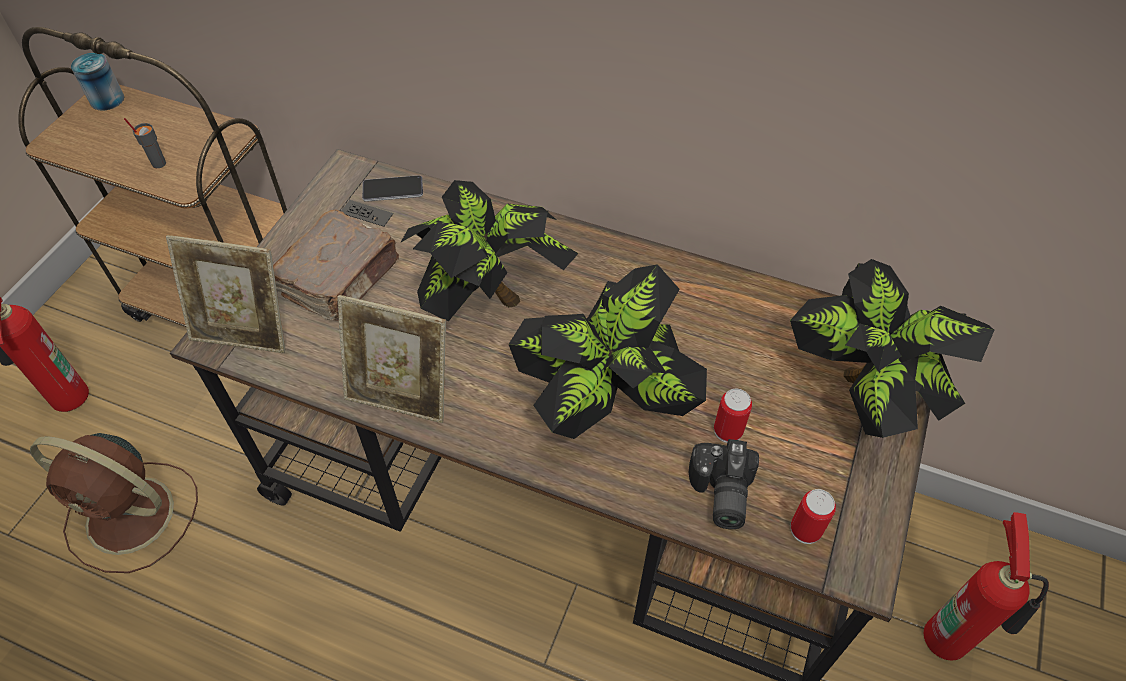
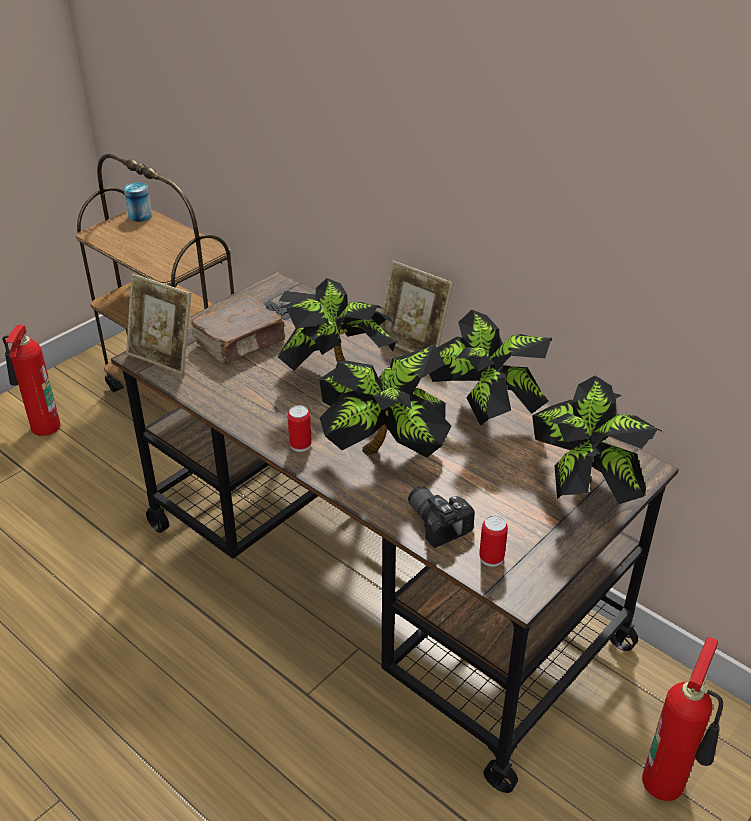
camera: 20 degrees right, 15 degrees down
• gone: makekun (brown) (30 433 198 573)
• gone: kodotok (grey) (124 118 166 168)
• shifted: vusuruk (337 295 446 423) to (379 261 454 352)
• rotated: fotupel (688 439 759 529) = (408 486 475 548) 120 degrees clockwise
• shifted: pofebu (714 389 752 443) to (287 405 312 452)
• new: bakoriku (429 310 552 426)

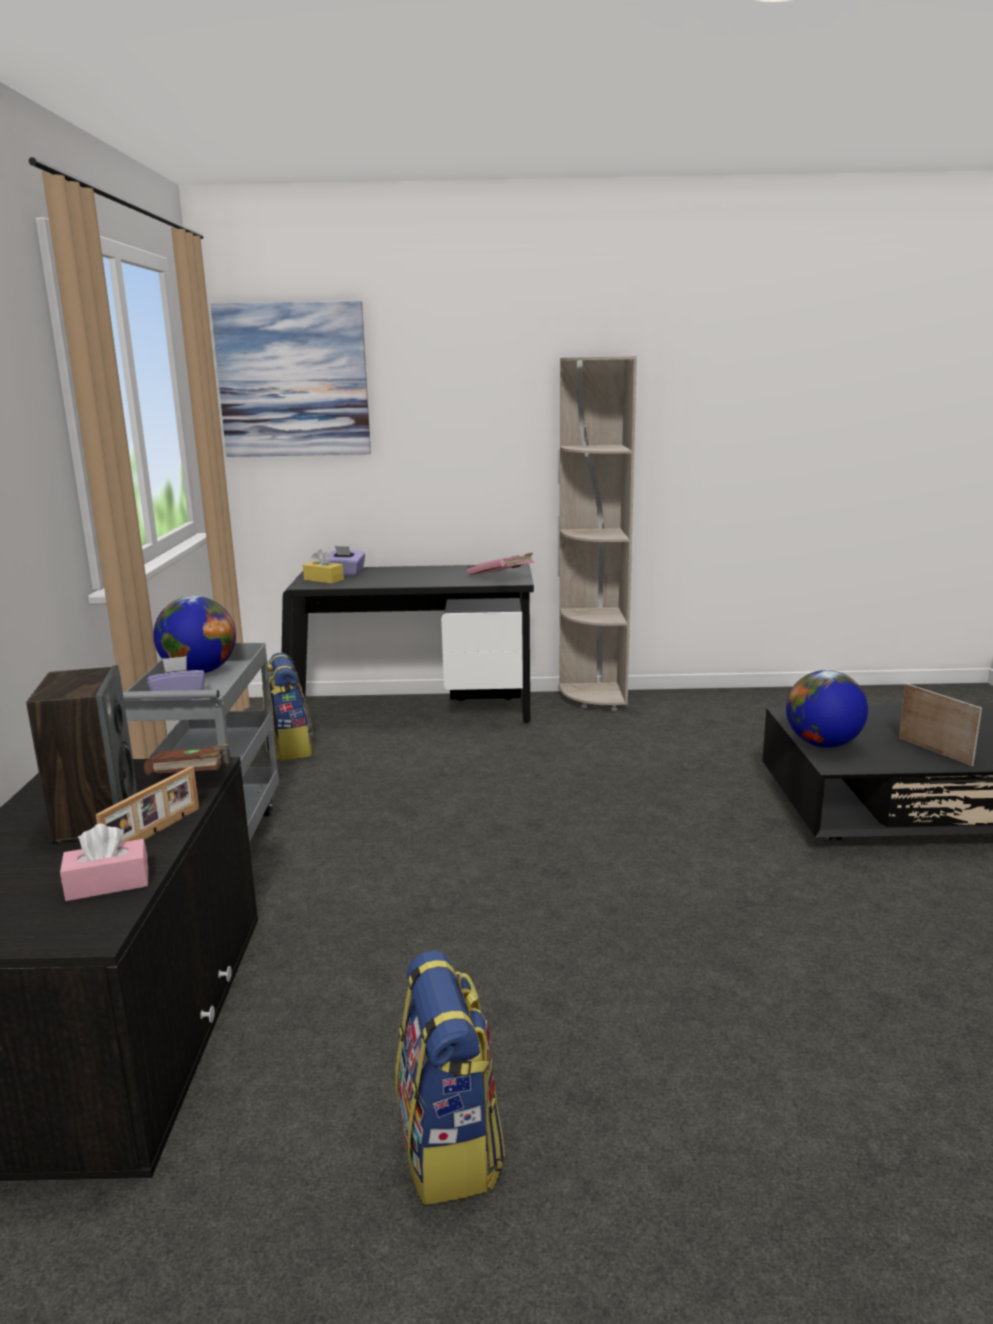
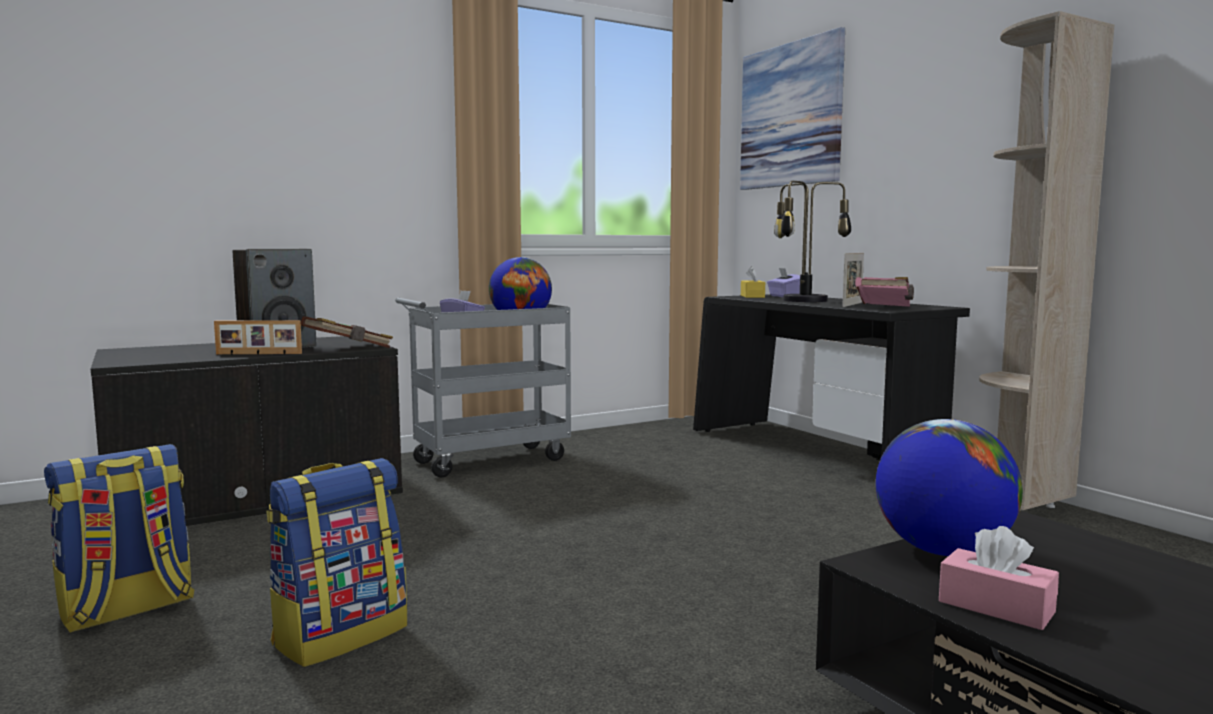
camera: 60 degrees right, 10 degrees down
• shifted: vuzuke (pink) (60 823 148 901) to (939 526 1059 630)
• shifted: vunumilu (262 653 313 761) to (266 458 407 667)
• shifted: vusuruk (899 683 982 766) to (842 253 864 307)
• new: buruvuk (774 181 851 302)

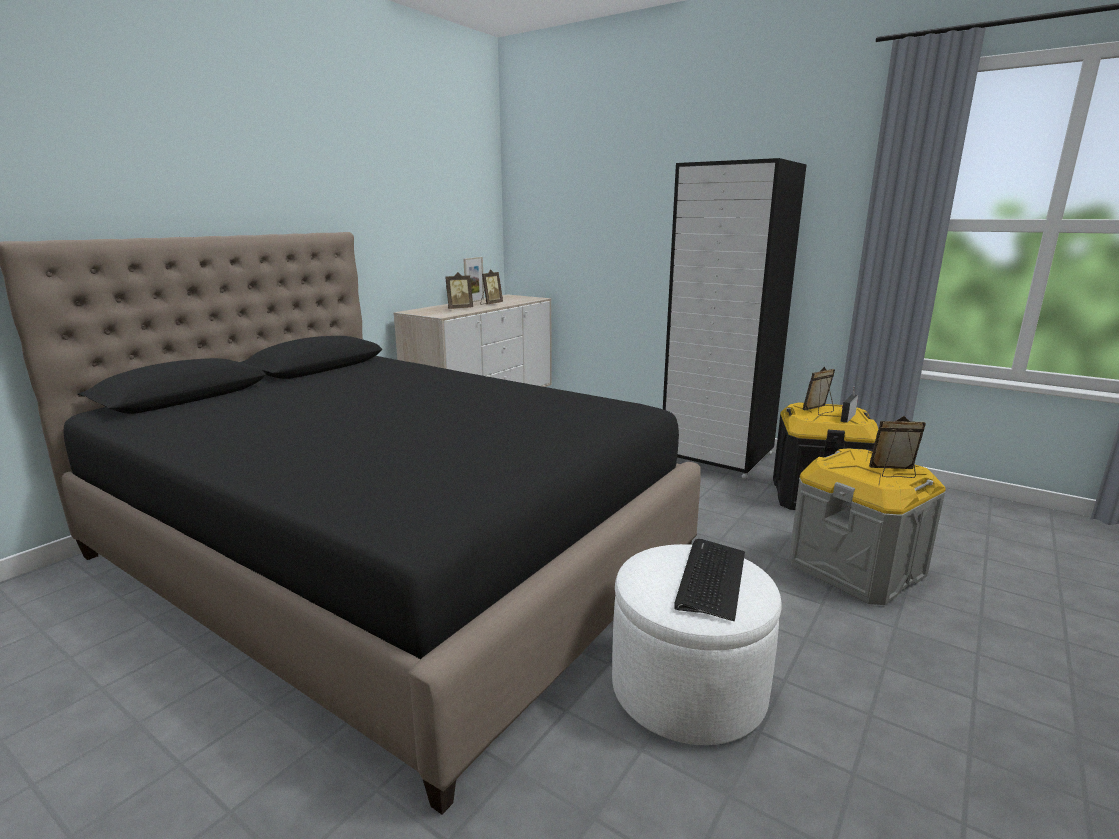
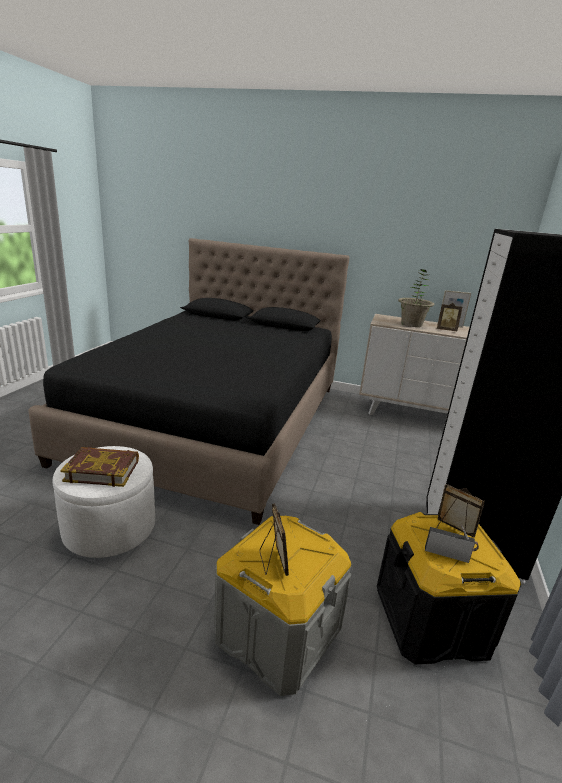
camera: 70 degrees right, 5 degrees up
• swapped: vusuruk (445 272 473 309) to bakoriku (398 269 435 327)
• swapped: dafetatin (674 539 745 621) to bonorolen (60 447 139 487)

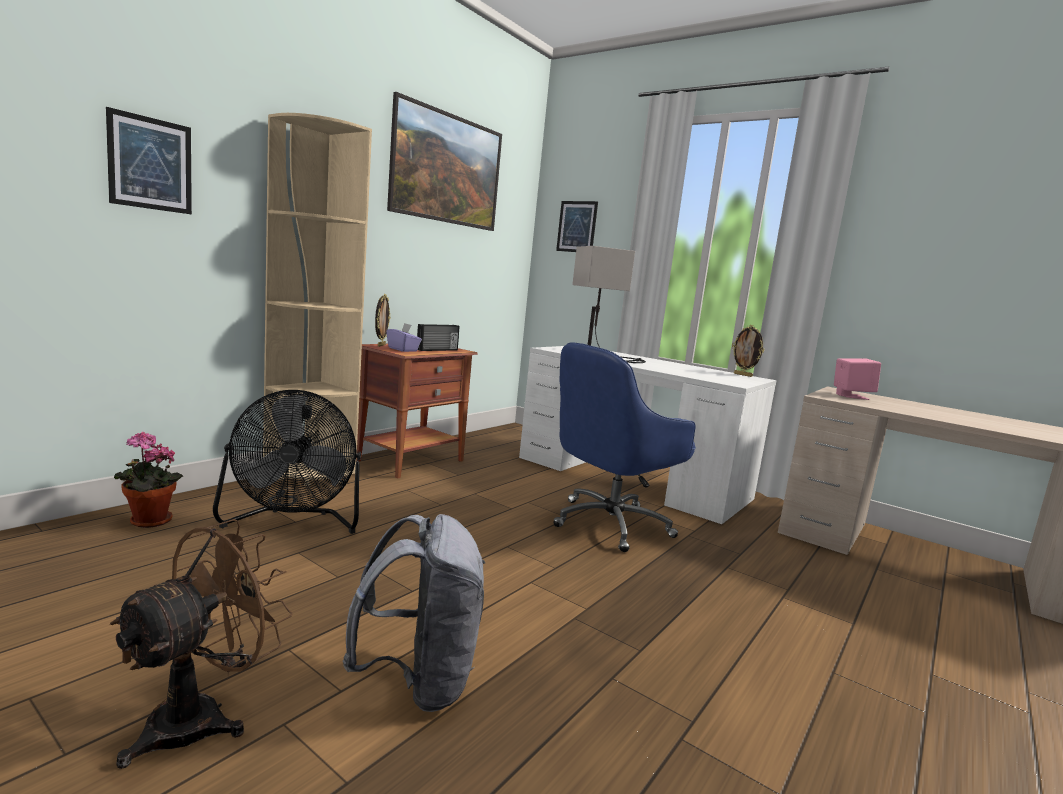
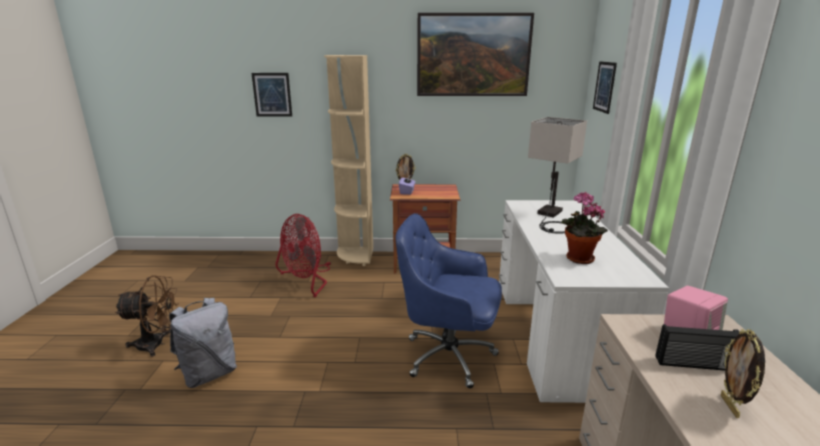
camera: 55 degrees right, 10 degrees up
• shifted: bakoriku (114 432 184 528) to (562 192 608 264)
• repainted: makekun (black) (213 390 361 534) to makekun (red) (275 214 331 298)
• shifted: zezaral (417 324 460 351) to (655 324 740 371)
• shifted: vusuruk (732 325 764 377) to (721 329 765 418)

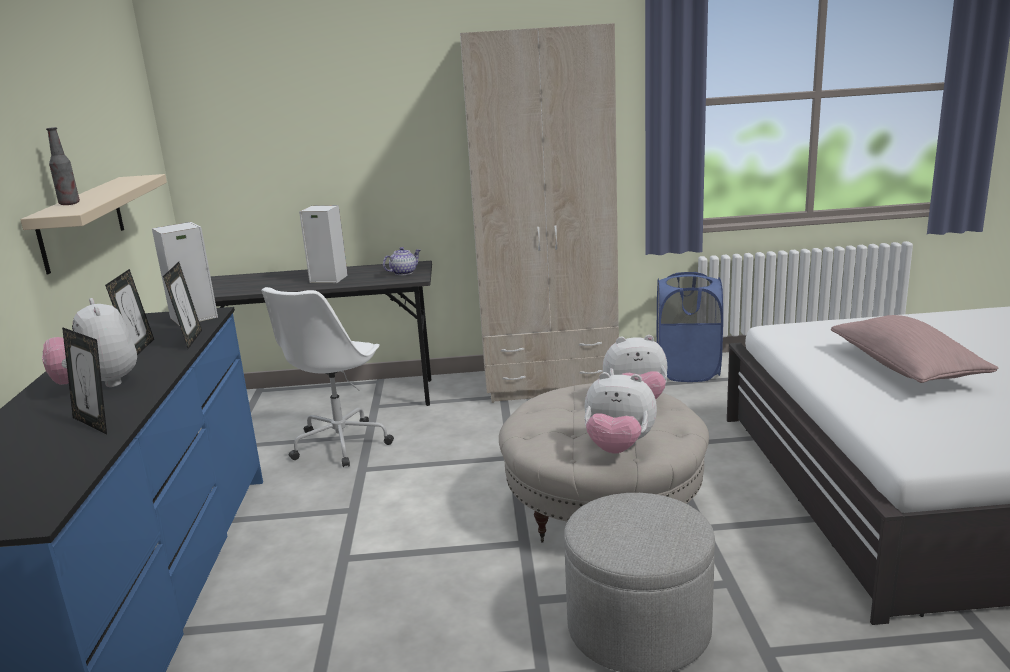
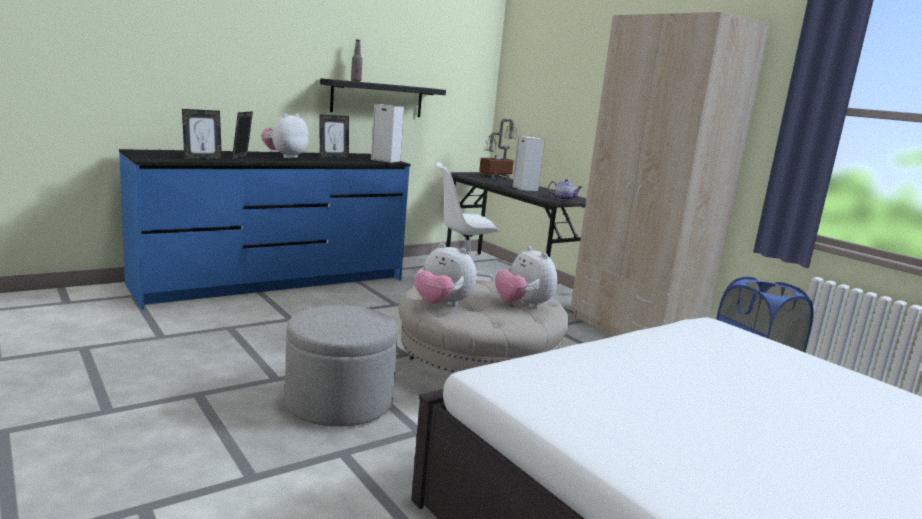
camera: 55 degrees right, 5 degrees down
• repainted: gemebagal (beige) (20 174 167 274) to gemebagal (black) (320 78 446 117)
• shifted: vusuruk (163 262 202 349) to (182 109 222 160)
• rotated: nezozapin (584 372 657 454) = (414 243 477 306) 45 degrees counterclockwise
• gone: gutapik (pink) (831 315 998 383)
• new: buruvuk (471 119 516 182)

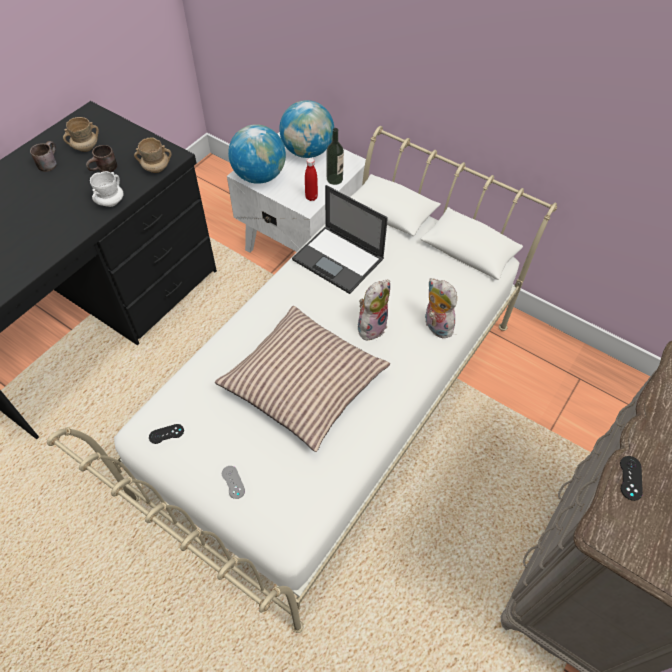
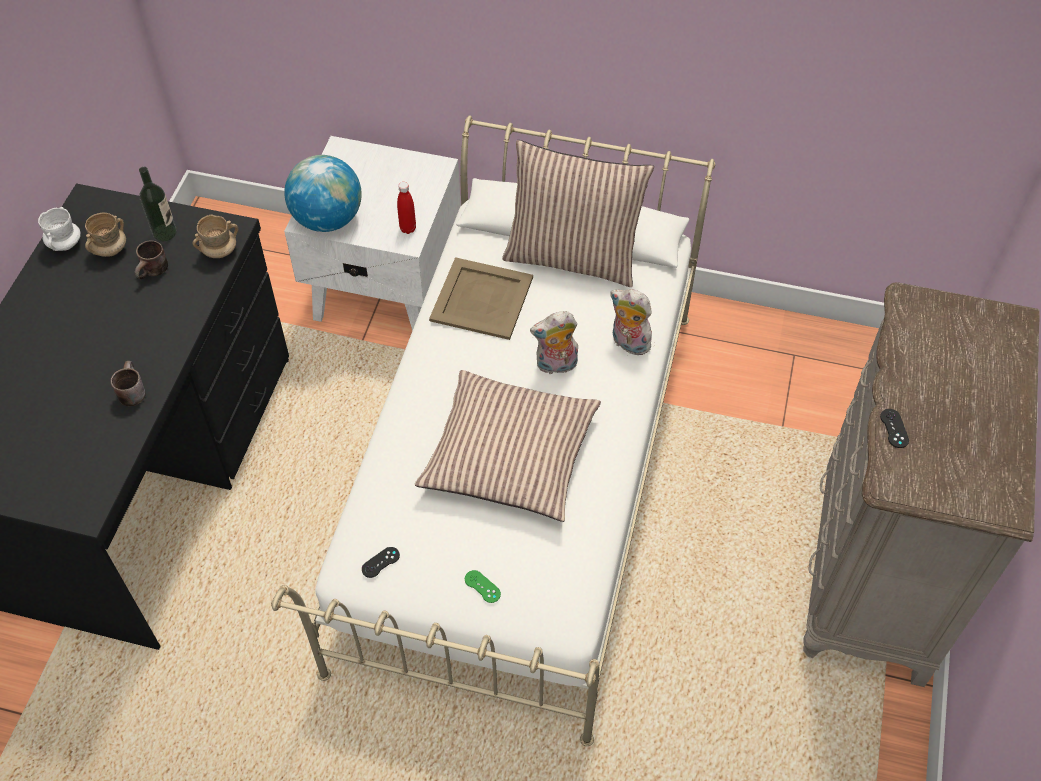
camera: 20 degrees left, 0 degrees up
• shifted: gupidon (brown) (30 141 57 172) to (110 361 146 406)
• shifted: gupidon (white) (90 171 123 207) to (38 207 81 251)
• repainted: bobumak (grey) (222 466 245 499) to bobumak (green) (465 570 501 603)
• gone: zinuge (279 100 334 158)
• swapped: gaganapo (292 185 388 294) to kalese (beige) (429 257 533 340)
• shifted: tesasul (327 128 344 185) to (139 167 177 241)
• rotated: nezozapin (358 280 390 342) = (530 311 578 376) 120 degrees counterclockwise
• new: gutapik (502 140 654 287)

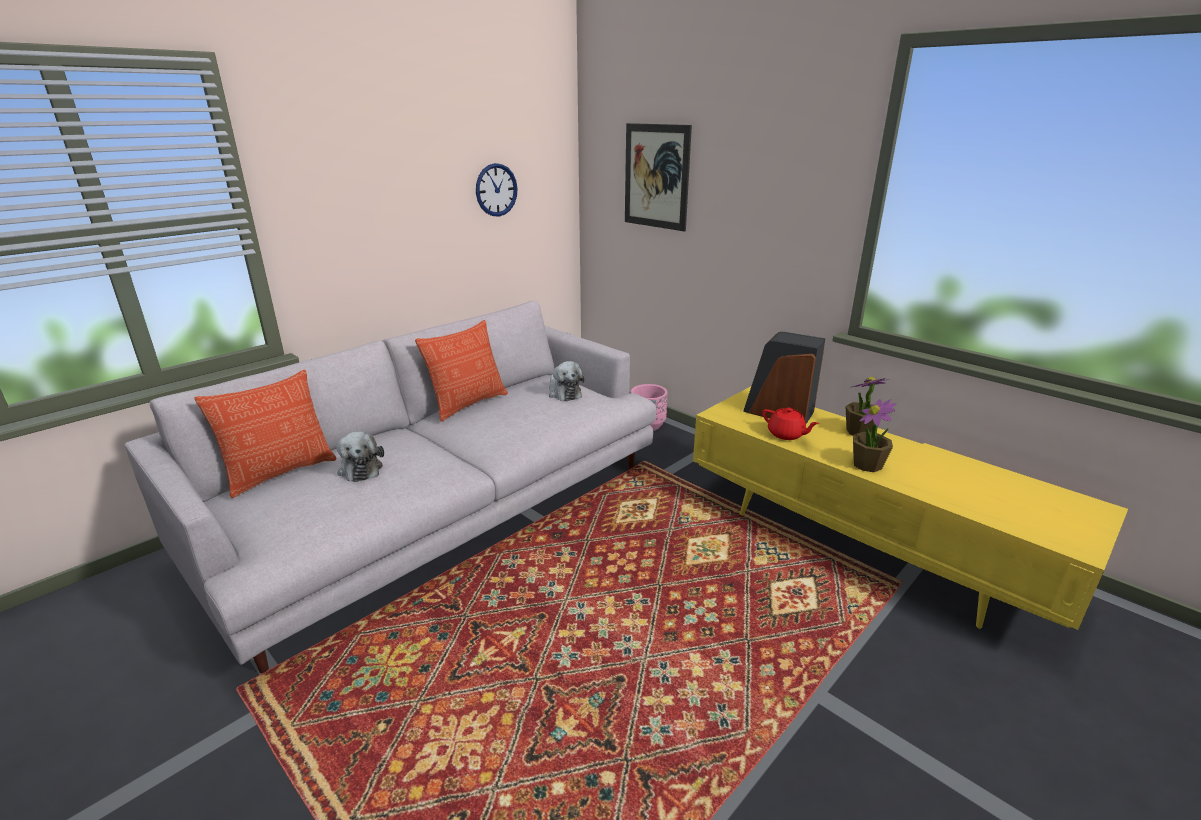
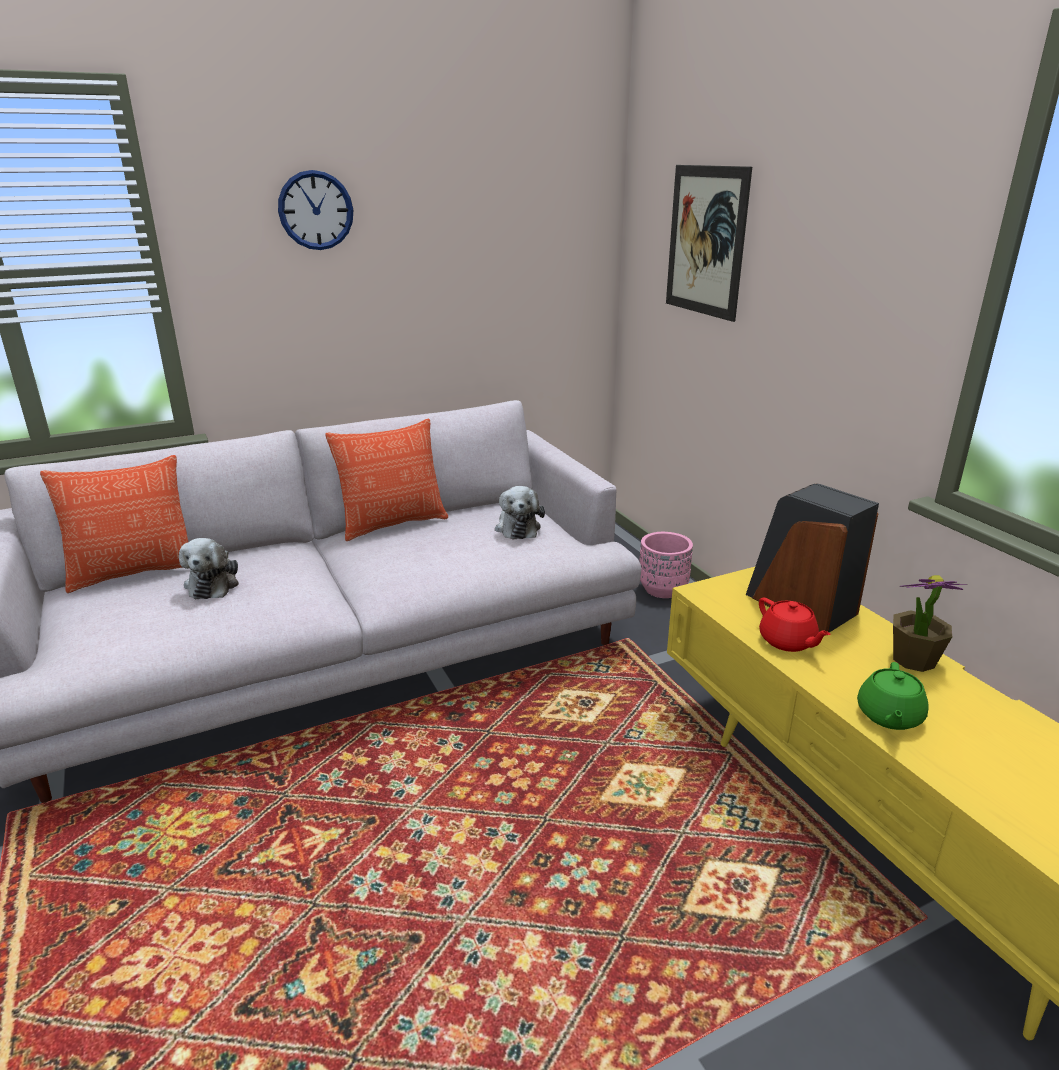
camera: 20 degrees right, 0 degrees up
• shifted: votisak (476 163 518 217) to (278 170 353 250)
• swapped: bakoriku (853 399 897 472) to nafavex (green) (857 662 929 730)

